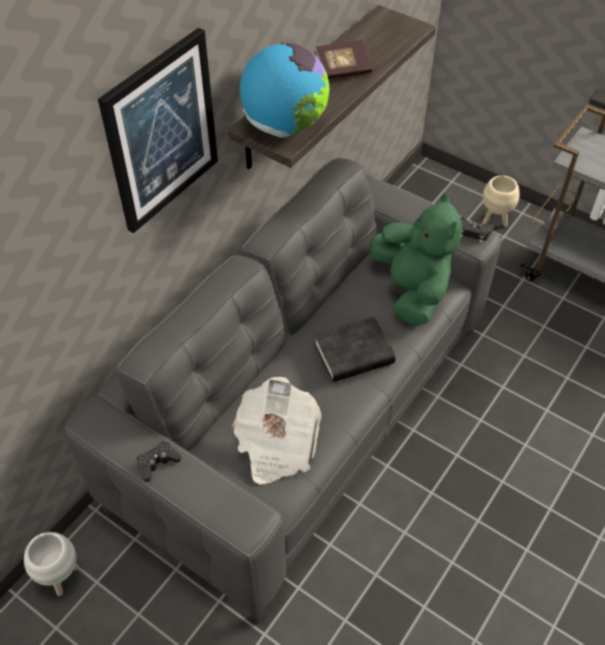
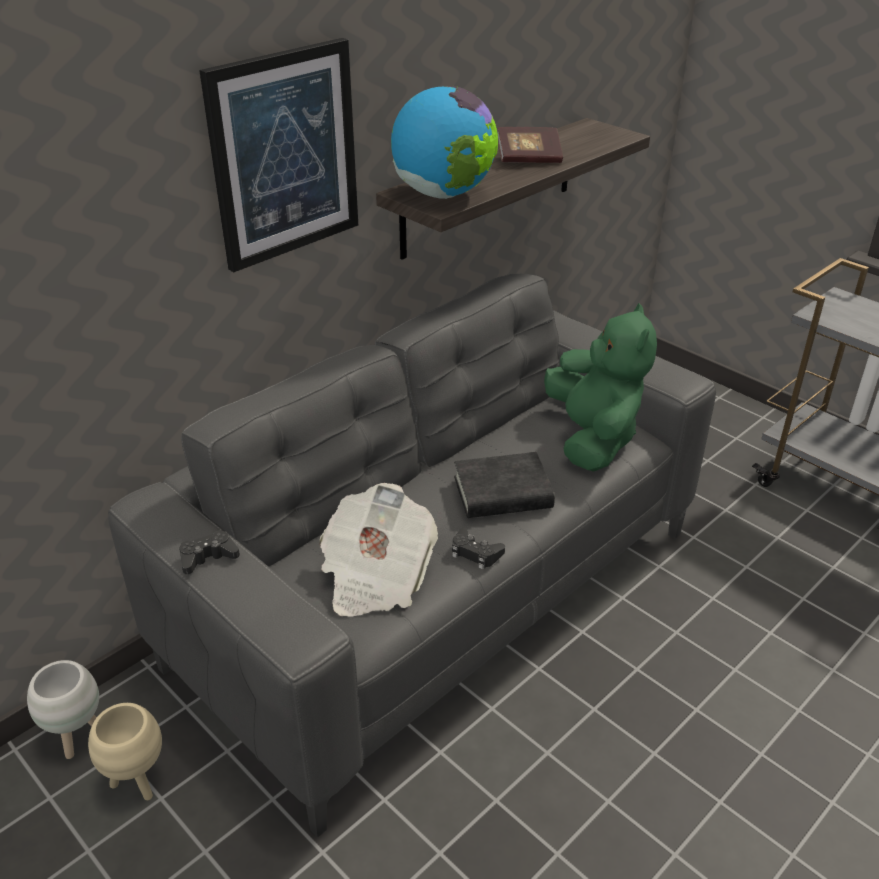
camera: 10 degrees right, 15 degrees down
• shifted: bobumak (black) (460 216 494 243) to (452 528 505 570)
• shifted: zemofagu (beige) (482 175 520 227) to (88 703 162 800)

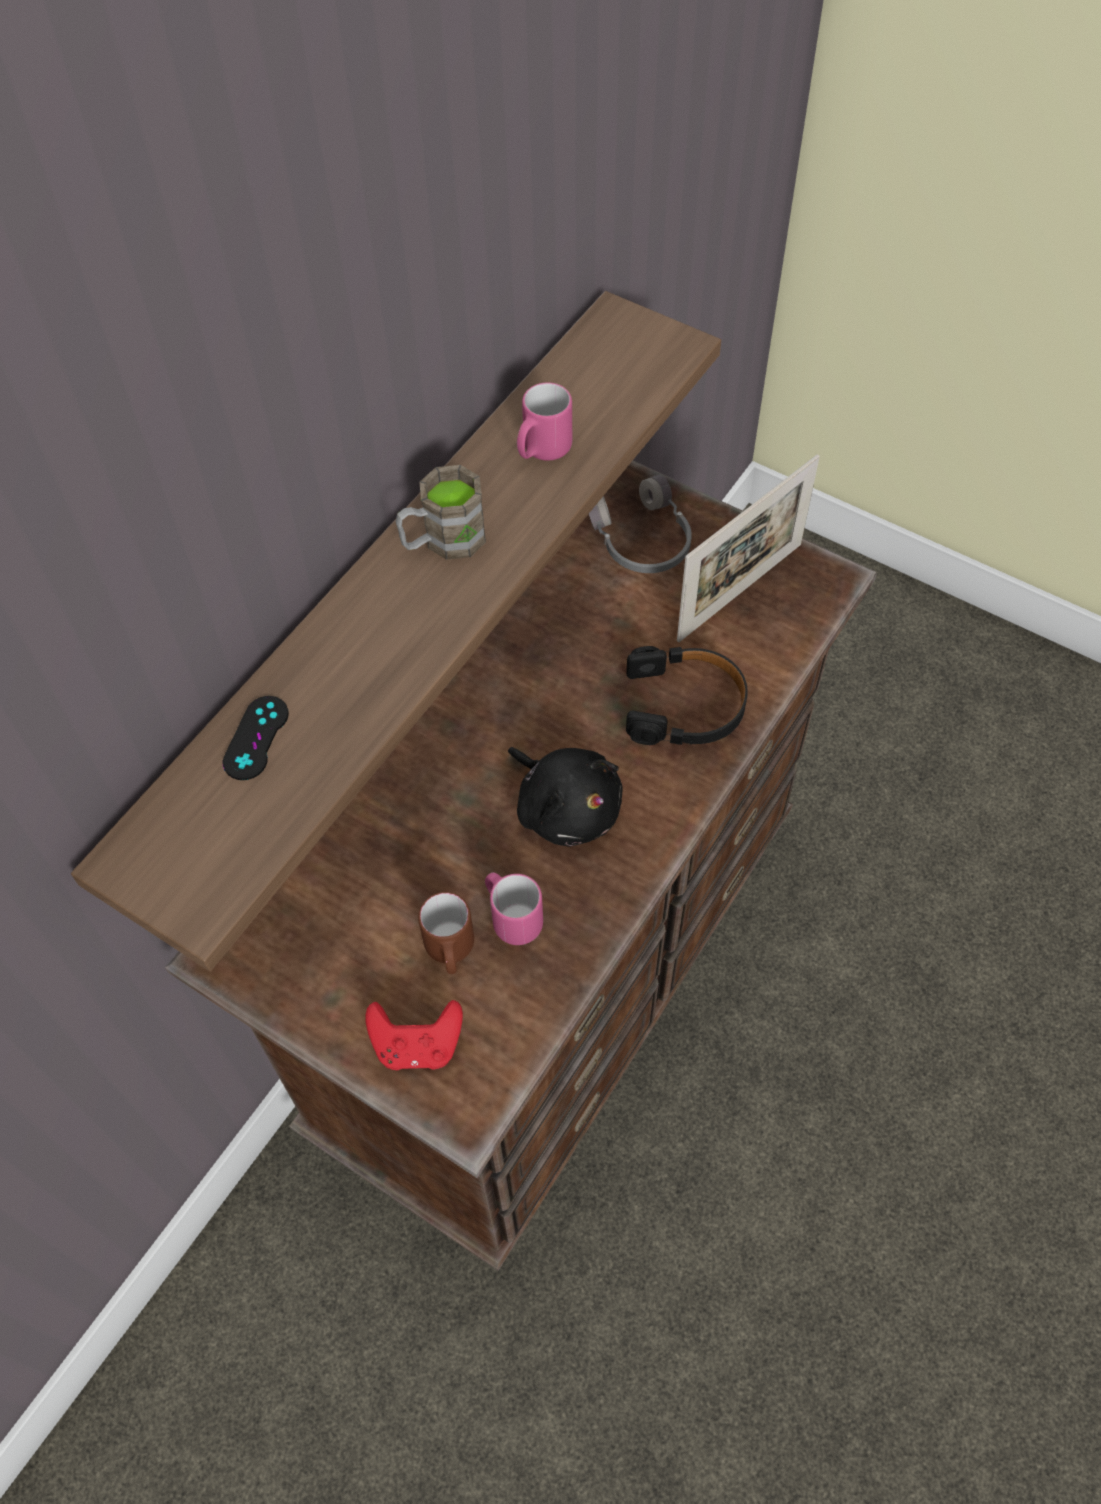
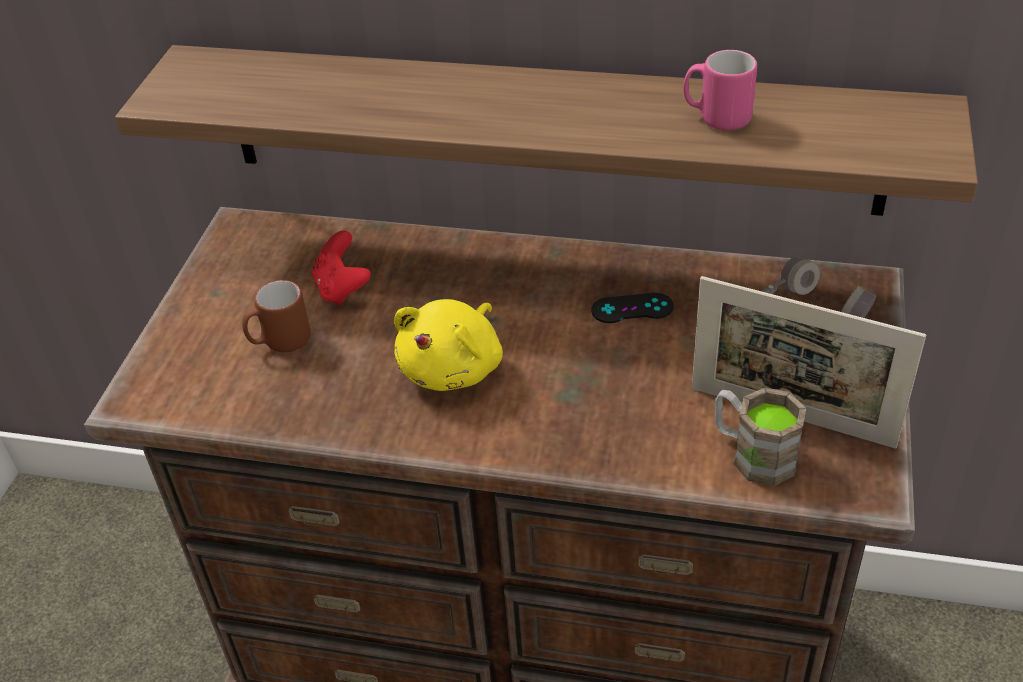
camera: 70 degrees right, 15 degrees down
• shifted: bobumak (black) (223 696 289 780) to (592 293 674 323)
• shifted: bobumak (red) (365 1000 463 1070) to (312 231 371 306)
• shifted: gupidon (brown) (395 465 486 560) to (715 387 806 486)
• gone: gupidon (pink) (485 872 543 945)
• repainted: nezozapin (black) (508 747 623 847) to nezozapin (yellow) (394 299 503 391)
• gone: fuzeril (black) (626 646 748 745)

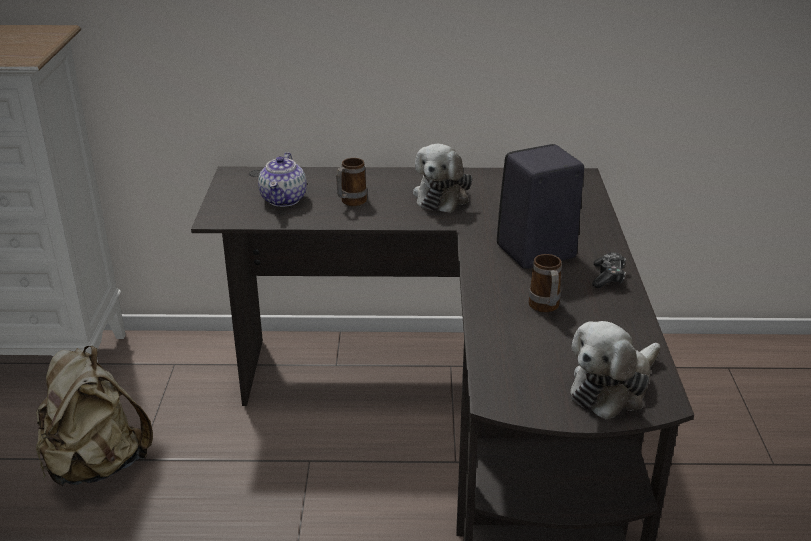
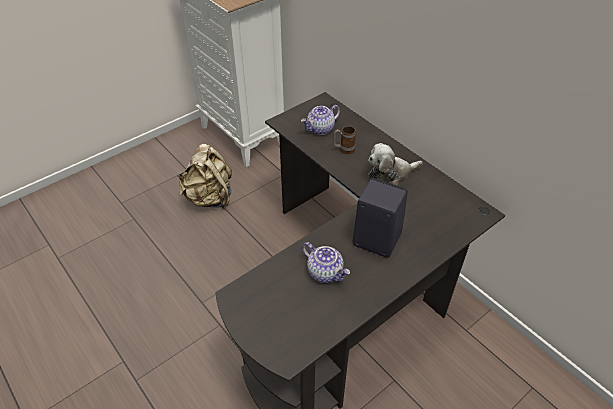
camera: 50 degrees right, 15 degrees up
• swapped: gupidon (529 254 562 312) to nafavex (302 242 350 283)
• gone: nezozapin (570 321 661 419)
• gone: bobumak (592 252 626 288)

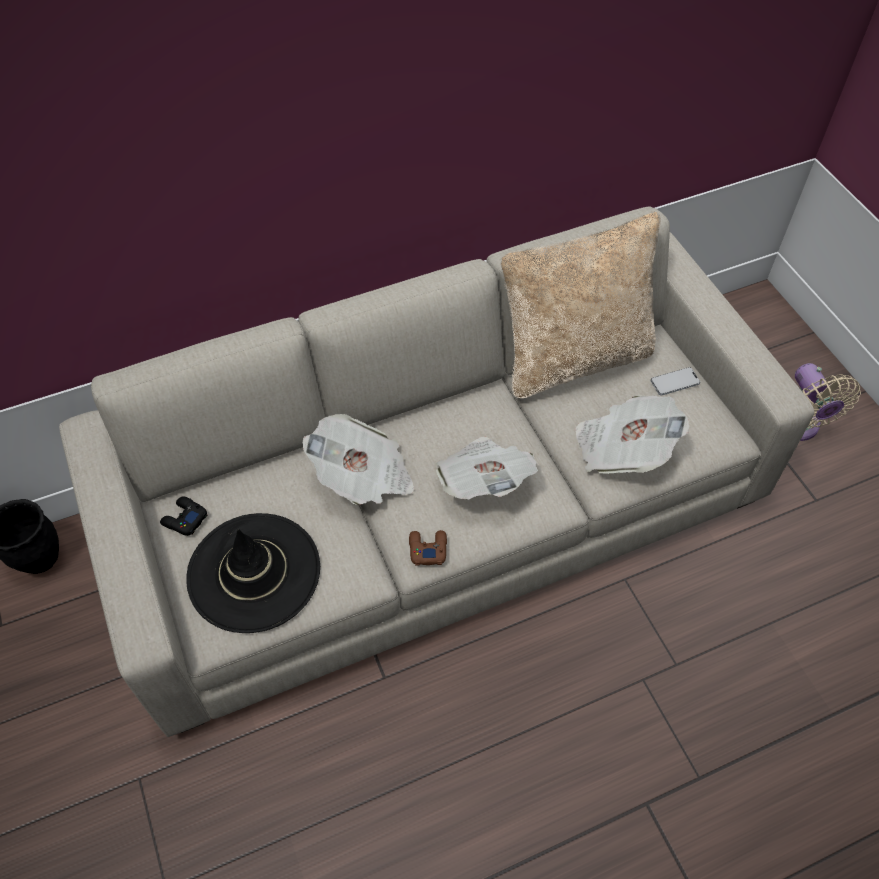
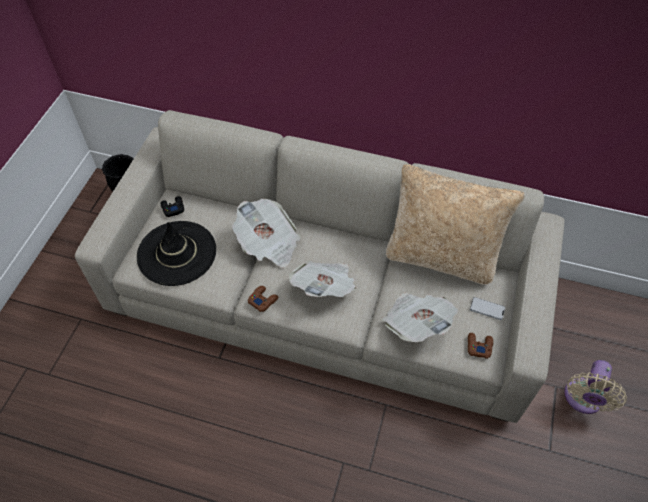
camera: 40 degrees right, 0 degrees up
• new: bobumak (brown) (468 333 493 359)

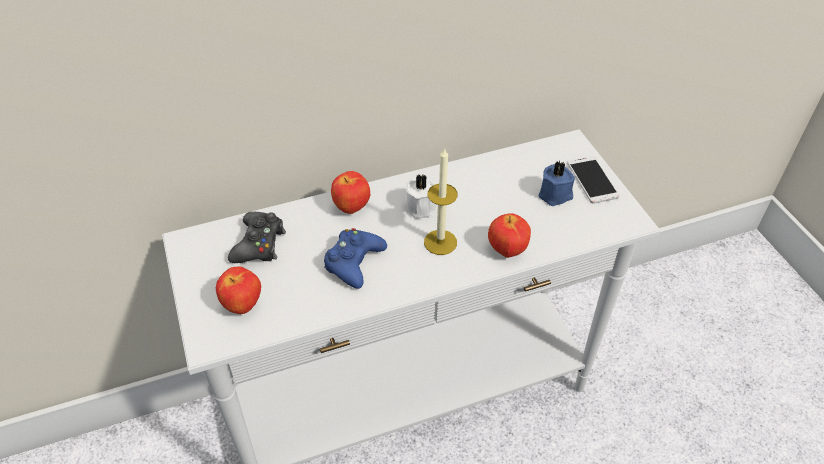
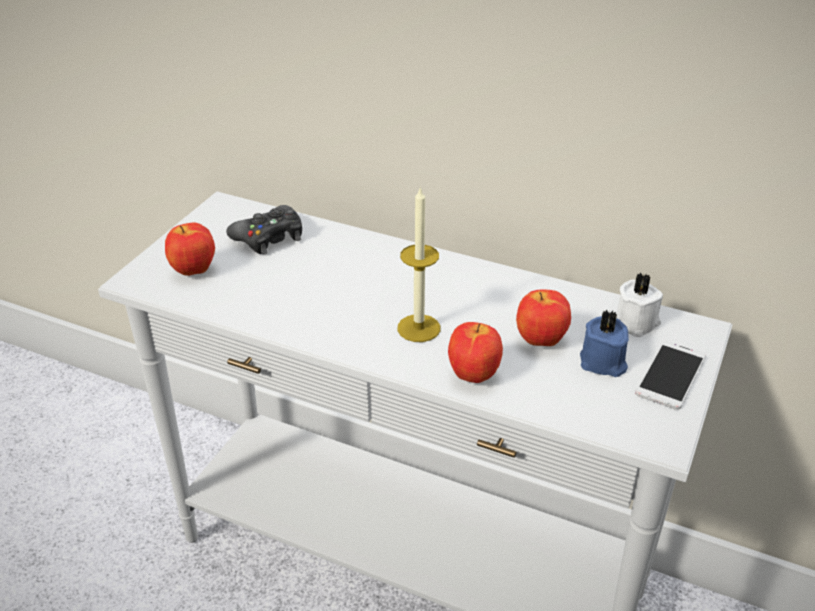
camera: 45 degrees right, 10 degrees down
• gone: bobumak (blue) (324 228 387 289)
• shifted: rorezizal (331 171 370 214) to (516 289 571 346)
• shifted: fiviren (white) (405 174 436 219) to (616 273 663 337)

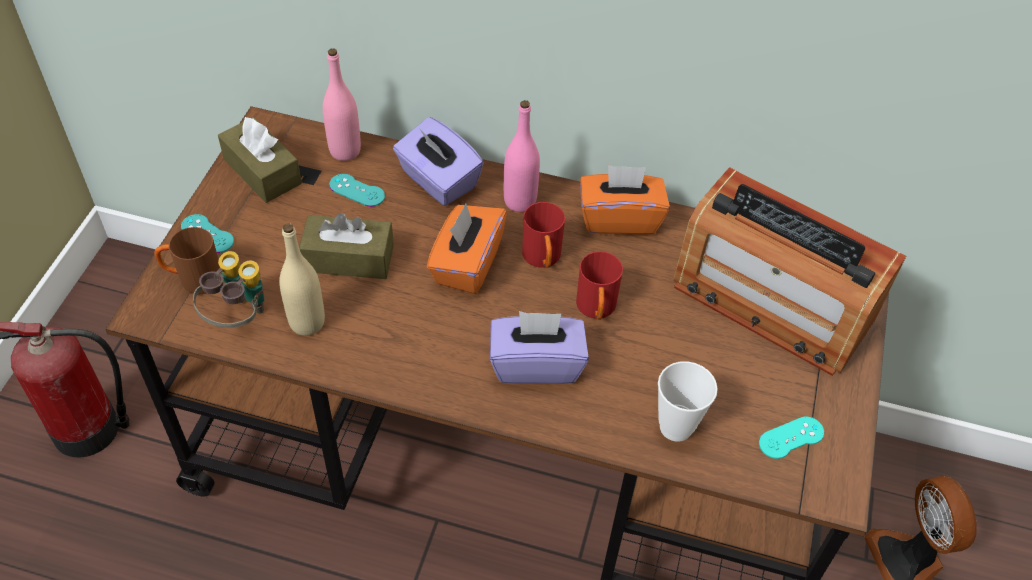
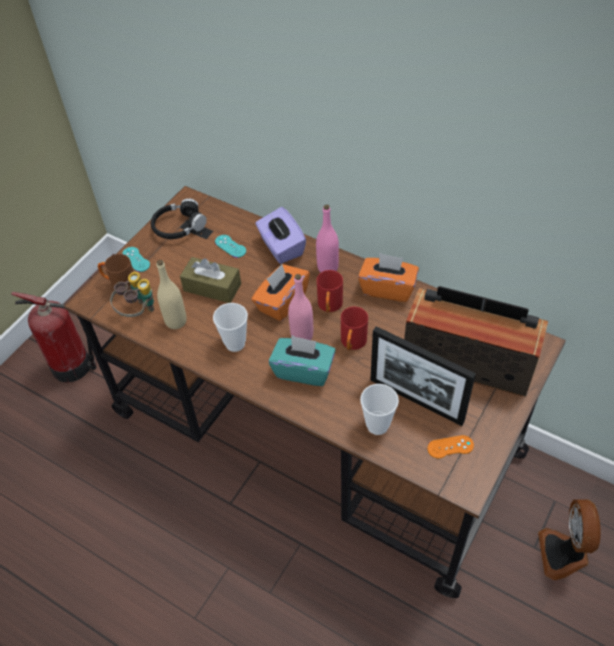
camera: 20 degrees right, 0 degrees up
• swapped: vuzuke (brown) (218 117 302 203) to fuzeril (black) (151 198 207 239)
• shifted: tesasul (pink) (323 48 361 161) to (288 274 313 340)
• repainted: vuzuke (purple) (490 311 589 384) to vuzuke (turquoise) (269 335 336 386)
• rotated: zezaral (673 167 906 376) = (404 286 548 396) 150 degrees clockwise
• repainted: bobumak (turquoise) (759 417 824 459) to bobumak (orange) (427 435 474 458)
• new: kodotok (213 303 248 352)
• new: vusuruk (370 326 476 426)

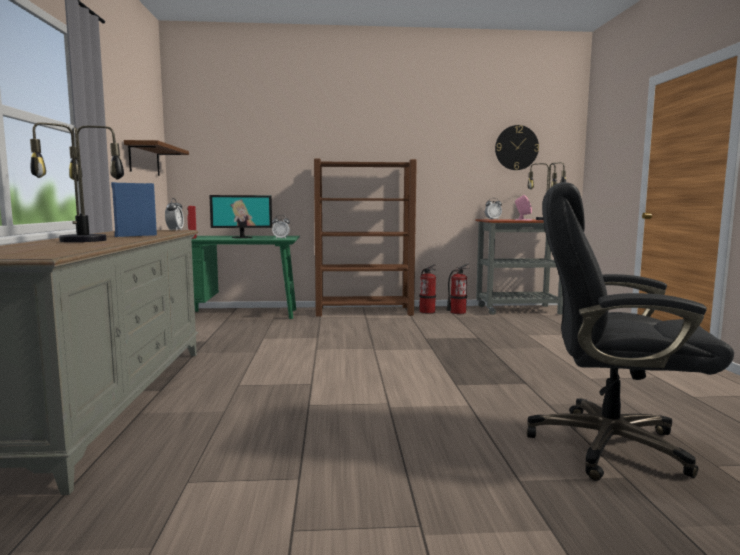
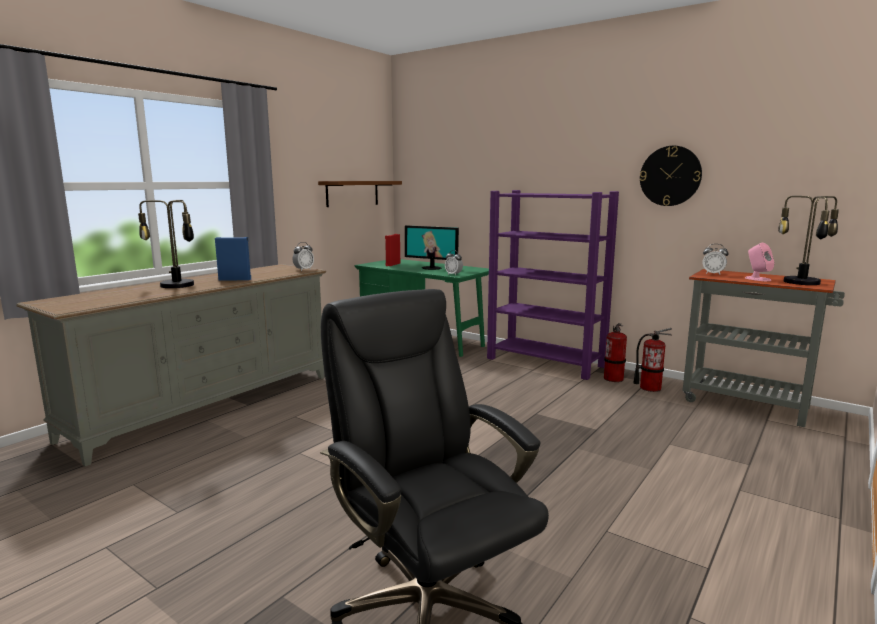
camera: 40 degrees right, 5 degrees up
• repainted: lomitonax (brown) (314 158 417 317) to lomitonax (purple) (487 190 619 380)
• shifted: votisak (495 125 539 170) to (640 146 702 206)

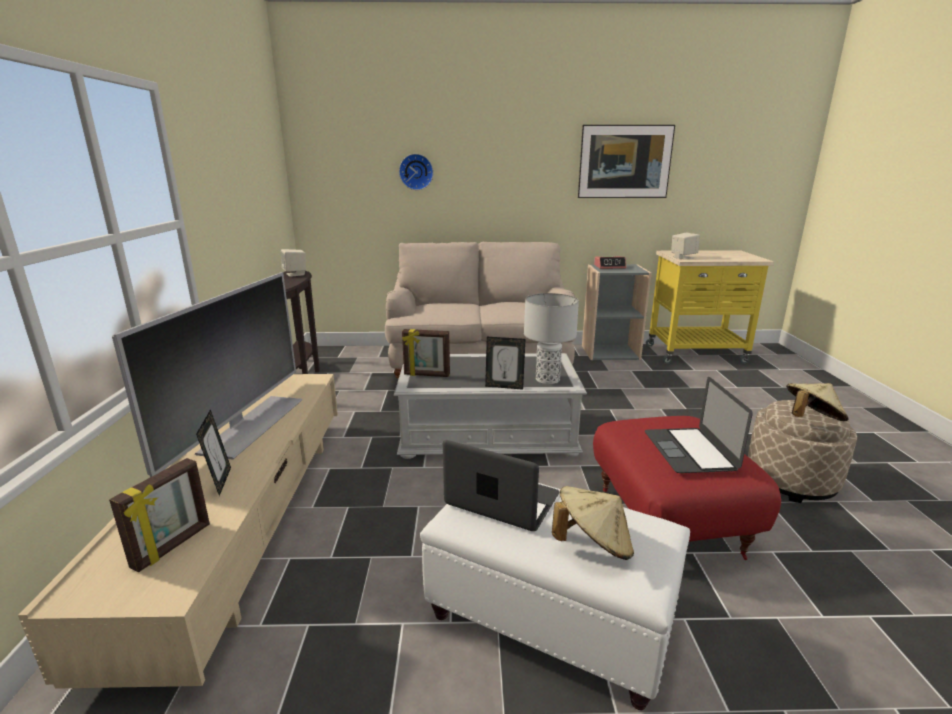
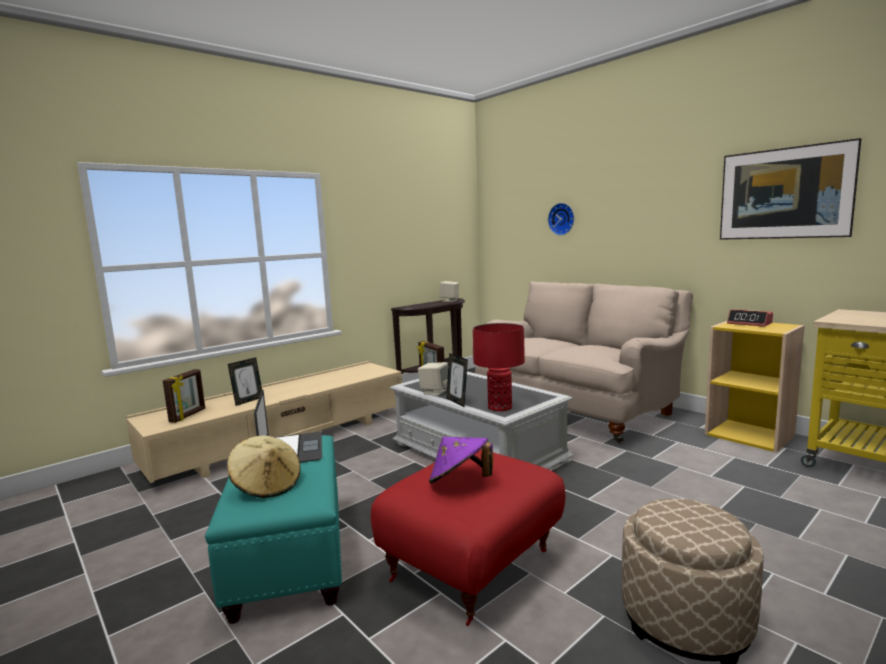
camera: 50 degrees right, 10 degrees down
• rotated: vusuruk (109 458 210 572) = (163 369 205 423) 60 degrees counterclockwise
• gone: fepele (112 272 302 477)
• repainted: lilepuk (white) (420 483 690 710) to lilepuk (turquoise) (205 435 342 624)
• repainted: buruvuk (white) (524 293 579 384) to buruvuk (red) (473 323 525 411)
• repainted: lomitonax (grey) (582 264 652 360) to lomitonax (yellow) (705 321 805 453)
• swapped: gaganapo (645 377 752 473) to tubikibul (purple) (429 436 493 484)
• shifted: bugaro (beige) (671 233 700 259) to (418 362 448 396)
• gone: tubikibul (beige) (786 383 849 421)

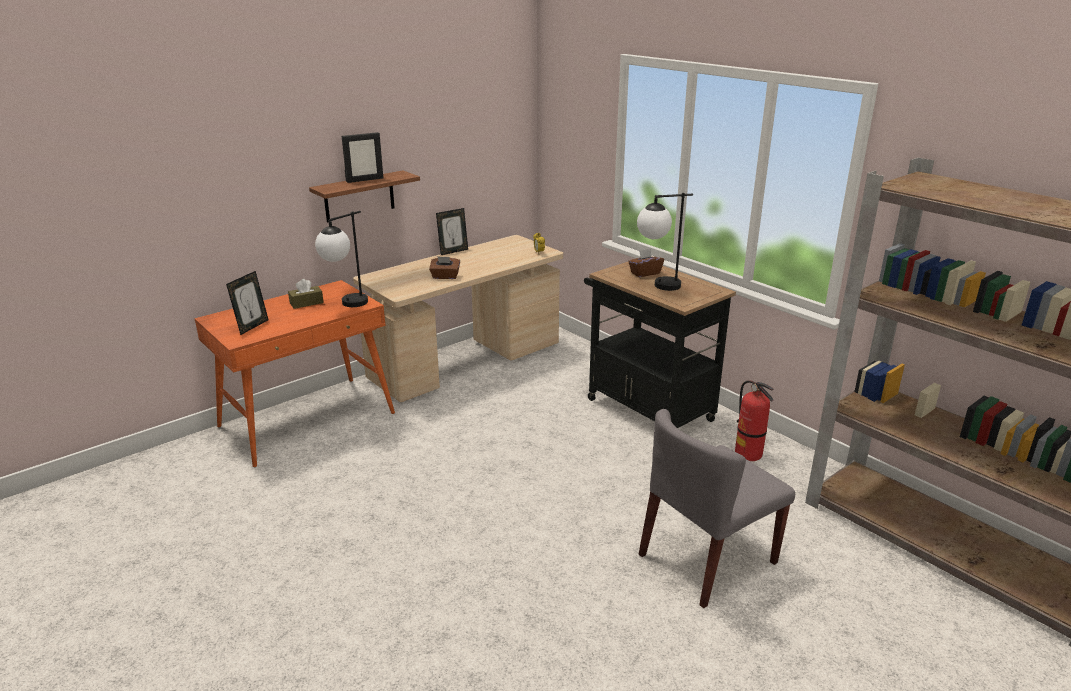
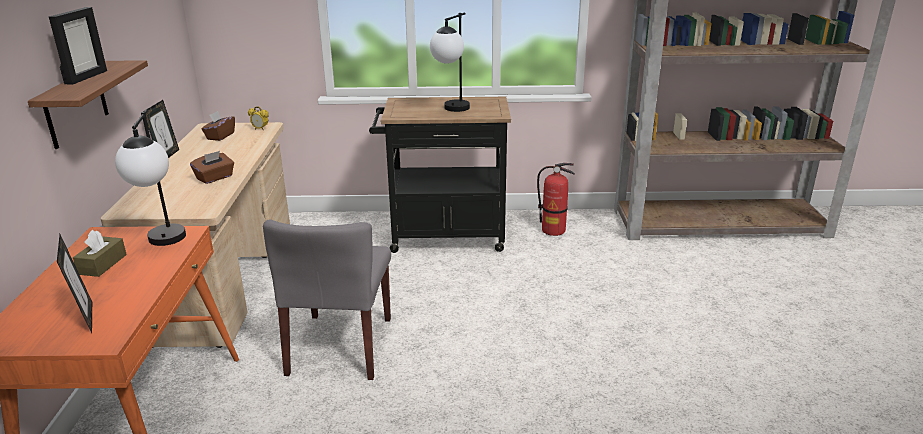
camera: 50 degrees left, 0 degrees up
• shifted: vuzuke (brown) (628 249 664 277) to (202 111 235 141)
• shifted: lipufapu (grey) (639 409 795 608) to (263 220 391 380)

